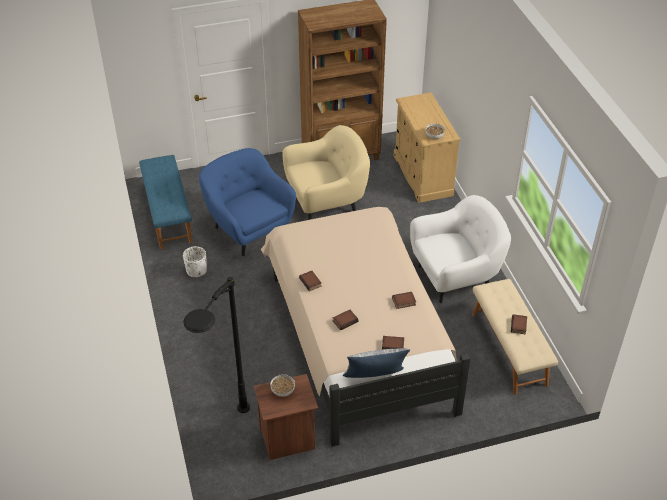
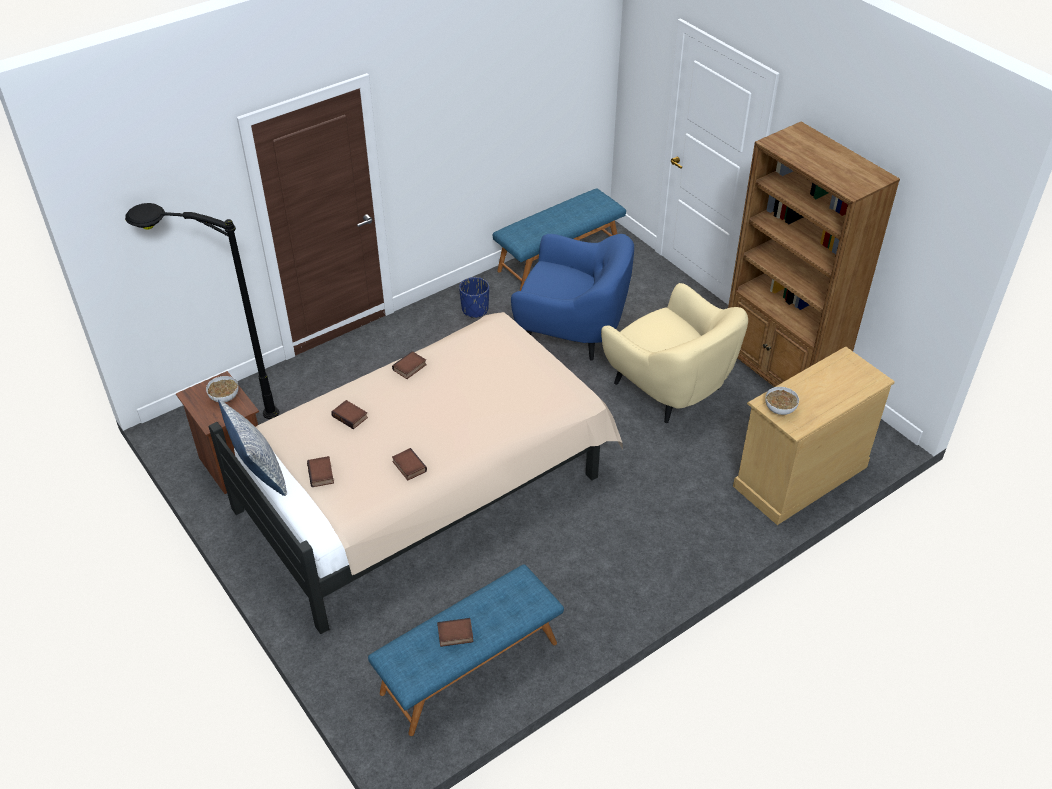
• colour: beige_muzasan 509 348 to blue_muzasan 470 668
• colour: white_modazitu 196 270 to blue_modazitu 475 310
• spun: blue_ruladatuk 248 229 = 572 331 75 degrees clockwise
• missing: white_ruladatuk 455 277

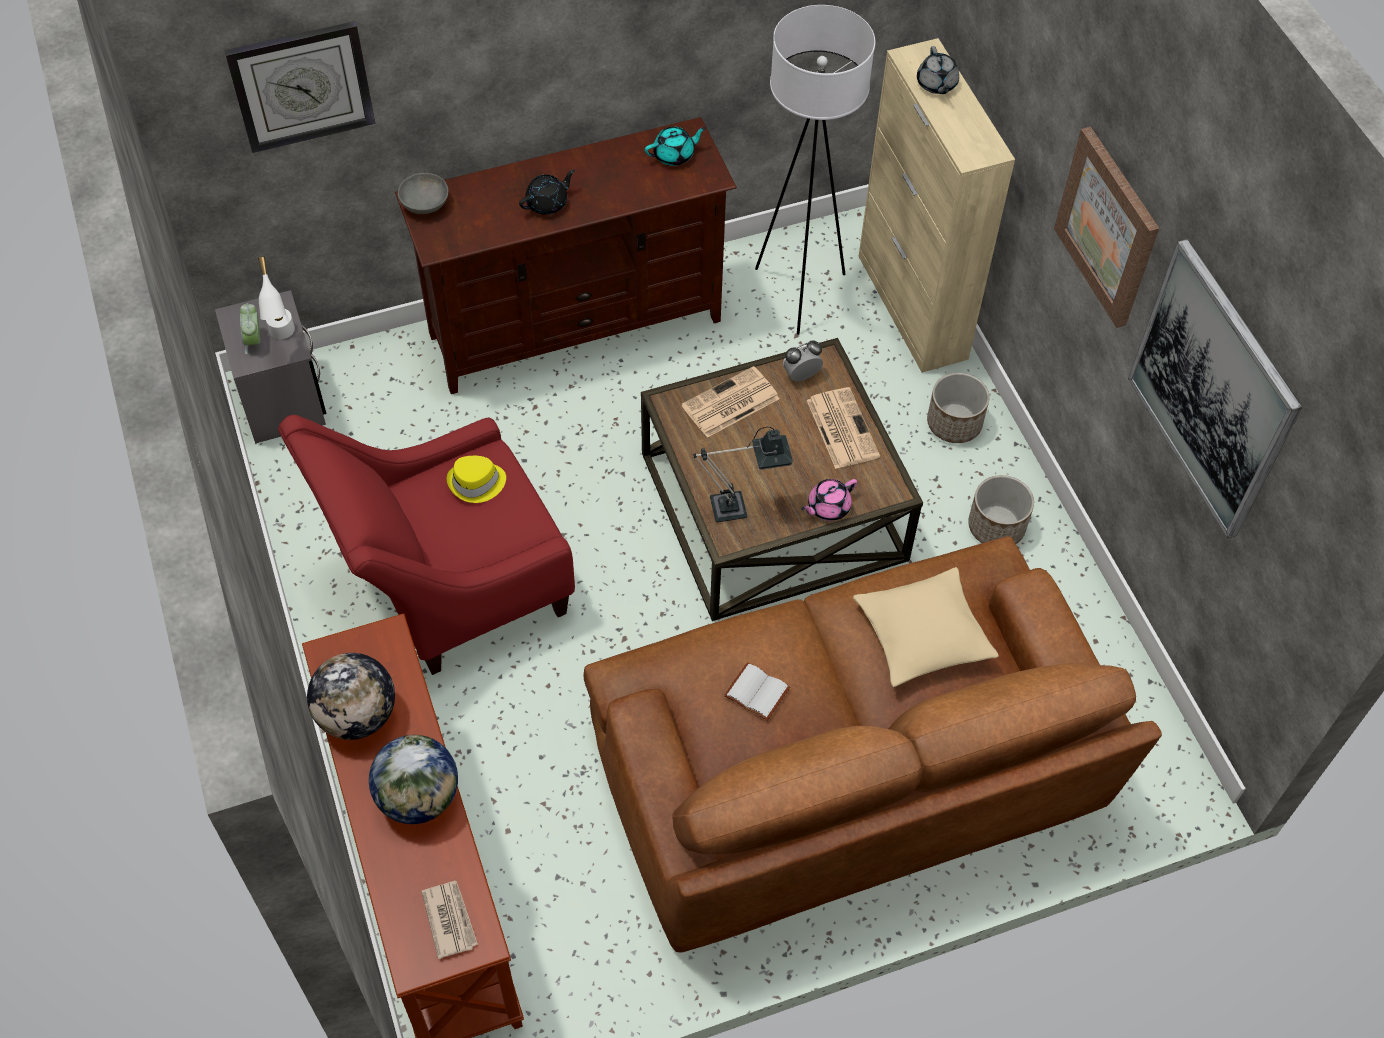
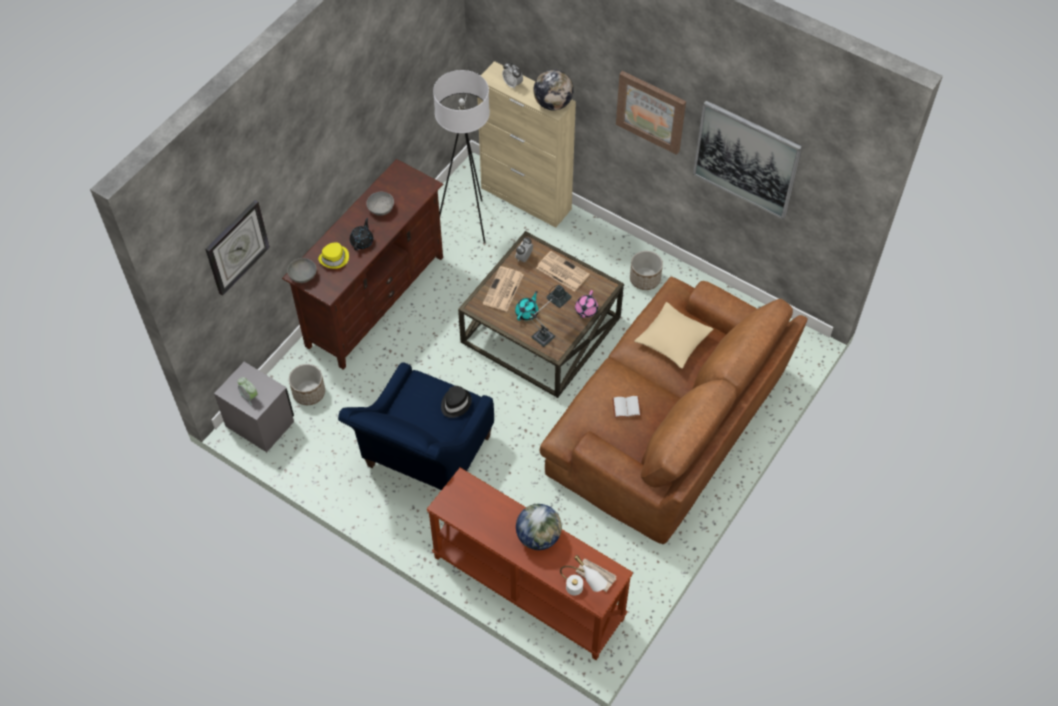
• relocated: modazitu 953 423 to 308 392
• relocated: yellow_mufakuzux 476 483 to 334 258
• colour: red_ruladatuk 448 587 to blue_ruladatuk 424 459
• appeared: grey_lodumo 381 208
• appeared: black_mufakuzux 455 403
• exchanged: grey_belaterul 936 84 to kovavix 512 84
• relocated: turquoise_belaterul 674 155 to 527 312
• relocated: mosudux 357 715 to 553 103
• relocated: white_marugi 283 339 to 581 592

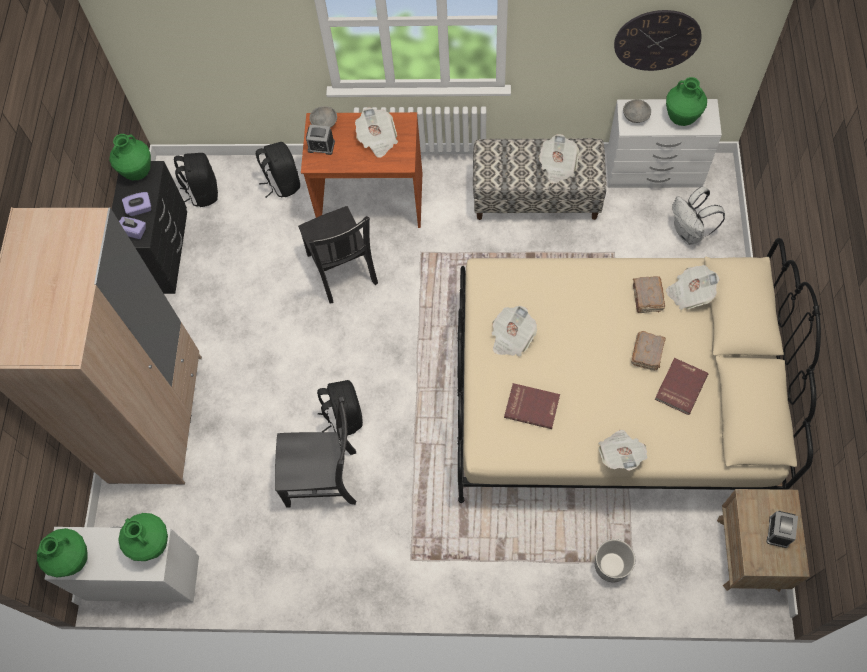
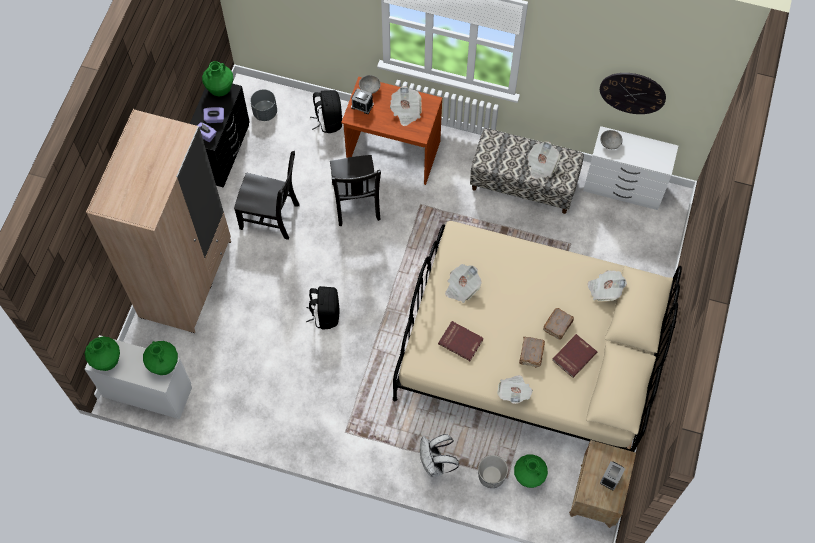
• relocated: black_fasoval 324 478 to 272 217
• exchanged: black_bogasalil 203 192 to grey_modazitu 265 112
• relocated: white_bogasalil 689 233 to 435 464
• relocated: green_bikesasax 681 118 to 529 477
• relocated: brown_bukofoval 647 298 to 531 354

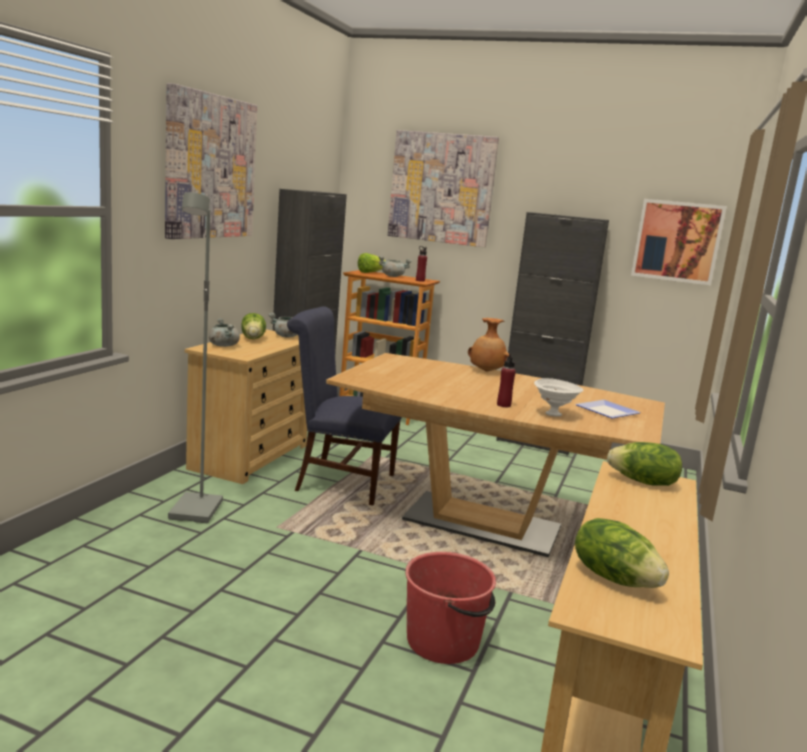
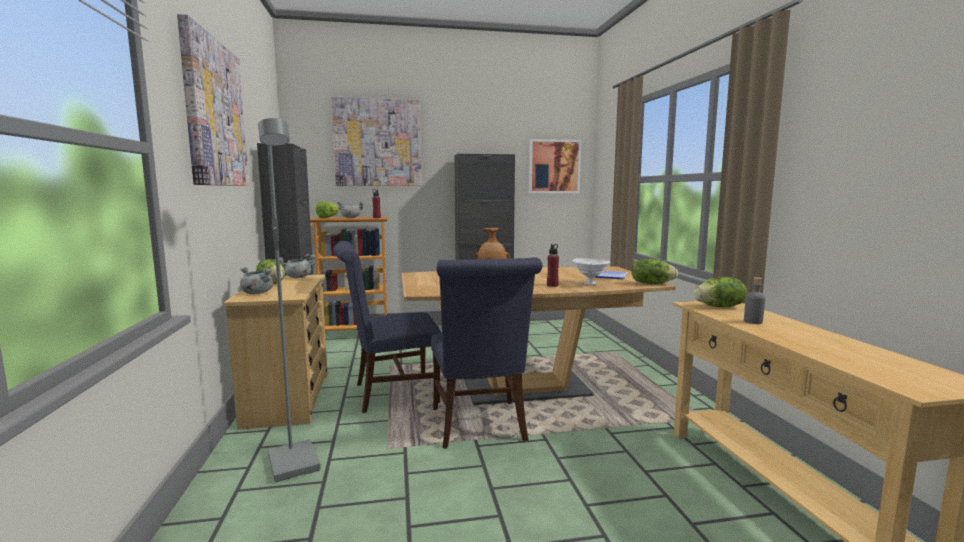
• appeared: blue_fasoval 480 427
• relocated: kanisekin 614 578 to 651 284
• appeared: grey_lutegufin 753 322
• missing: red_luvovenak 444 642

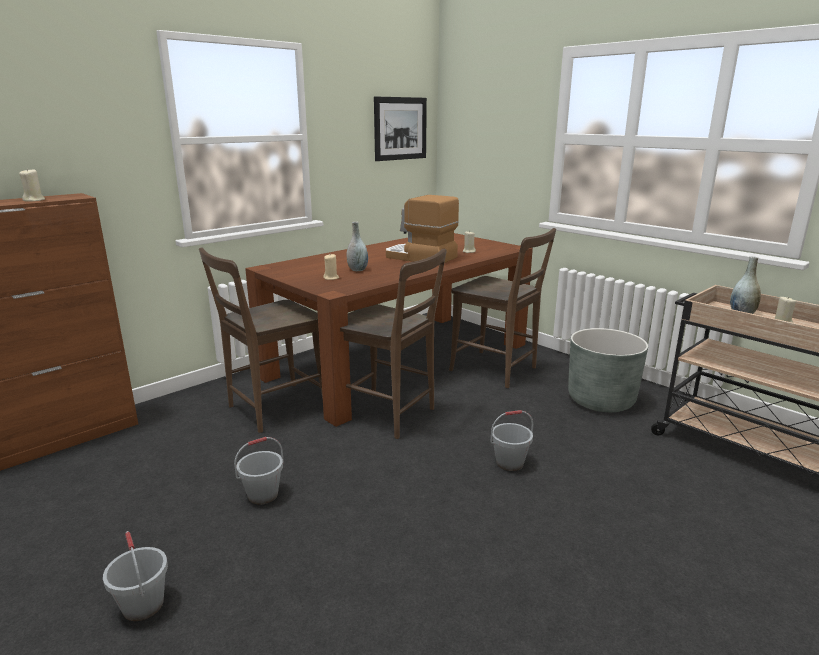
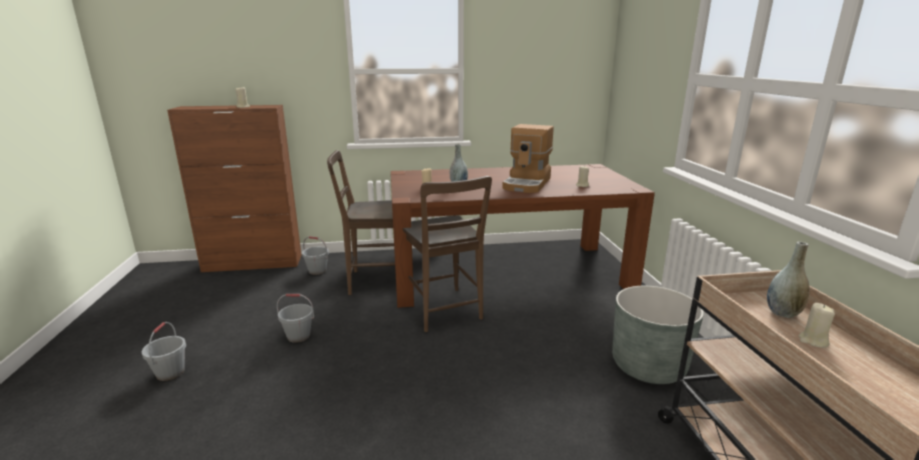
• relocated: grey_luvovenak 509 463 to 317 271
• spun: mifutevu 420 257 = 527 183 135 degrees counterclockwise
• missing: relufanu 400 128
• missing: brown_fasoval 497 370

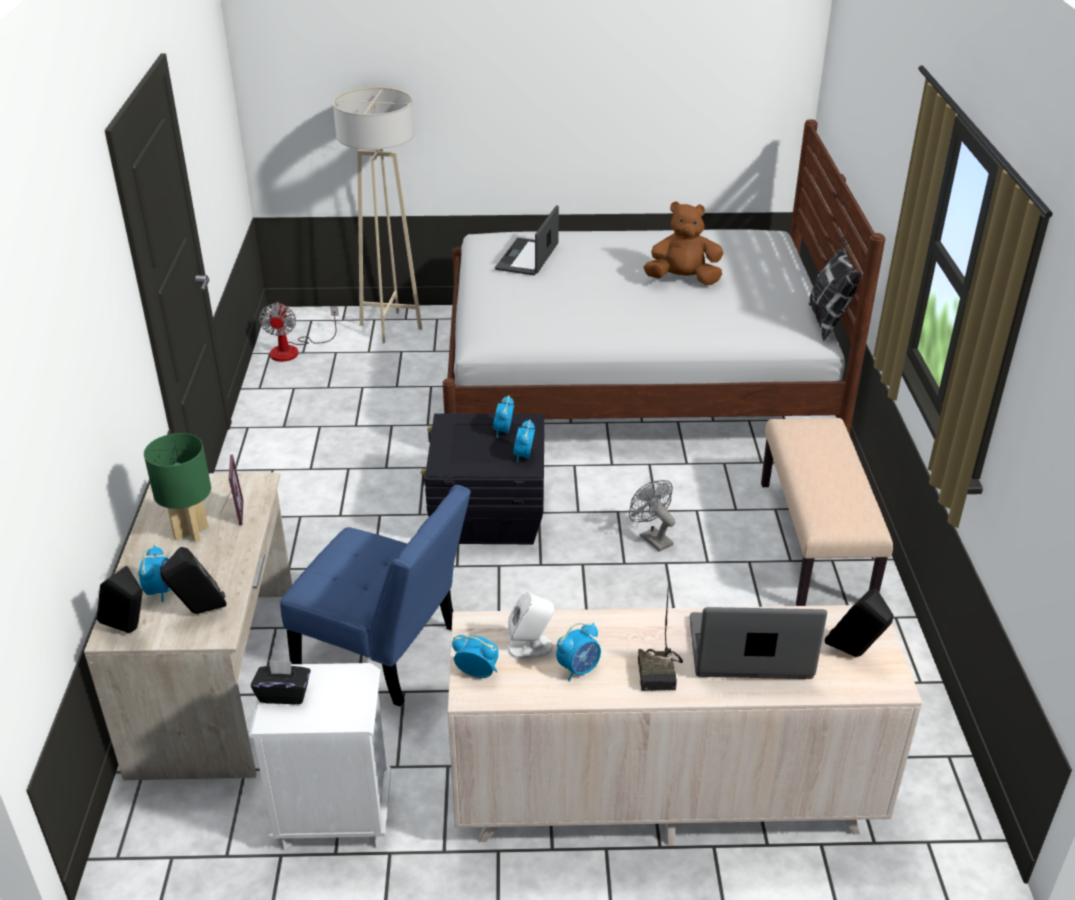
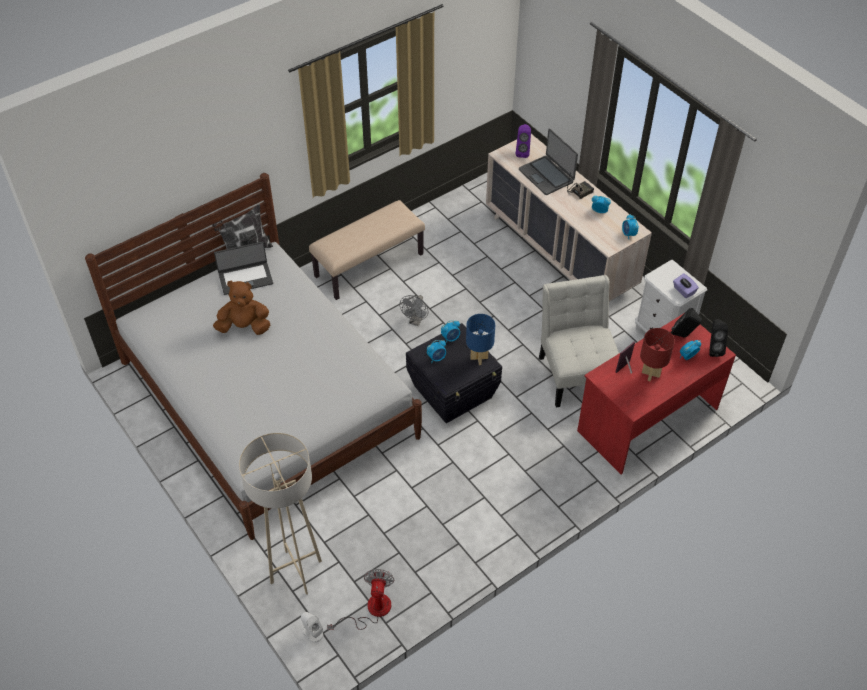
• spun: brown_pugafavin 683 279 = 244 327 120 degrees clockwise
• relocated: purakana 528 257 to 245 278
• relocated: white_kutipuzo 530 647 to 312 632
• spun: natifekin 293 350 = 371 610 45 degrees counterclockwise
• appeared: blue_marugi 479 358
• colour: black_kutipuzo 854 654 to purple_kutipuzo 522 152
• colour: blue_fasoval 384 651 to white_fasoval 576 372
• colour: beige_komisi 218 679 to red_komisi 647 419
• colour: green_marugi 190 532 to red_marugi 651 374
• colour: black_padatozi 284 694 to purple_padatozi 683 291

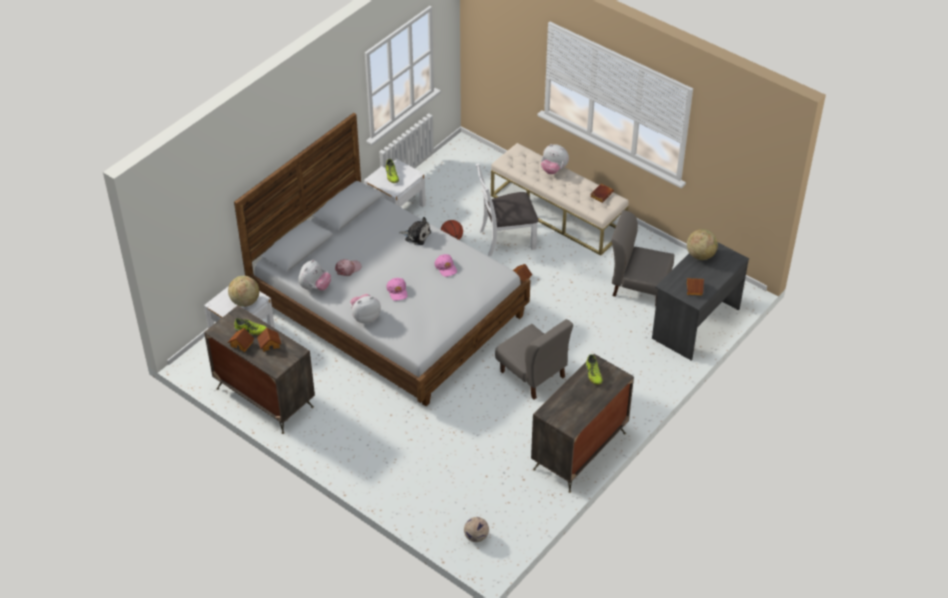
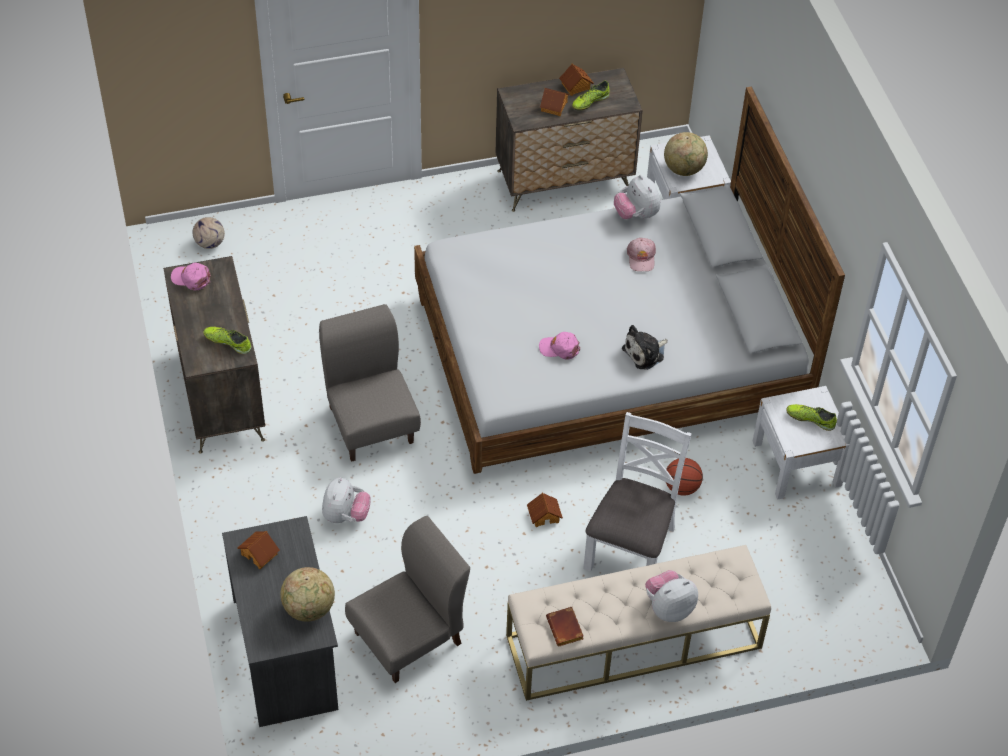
• relocated: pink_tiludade 397 291 to 191 278
• spun: grey_fasoval 532 374 = 371 423 75 degrees clockwise
• relocated: pugafavin 365 317 to 345 515

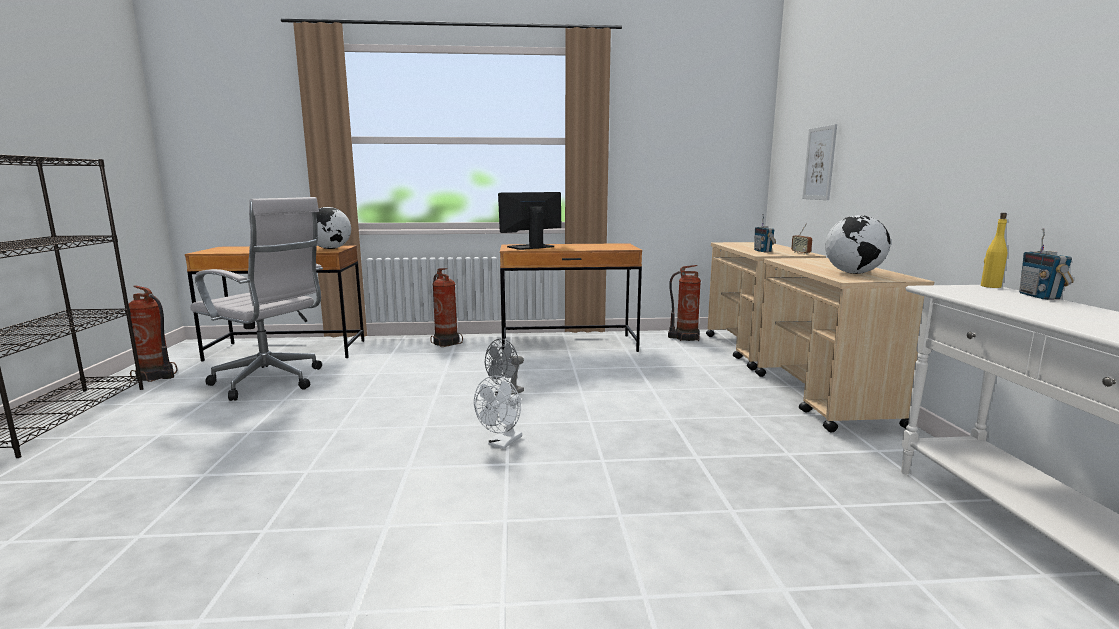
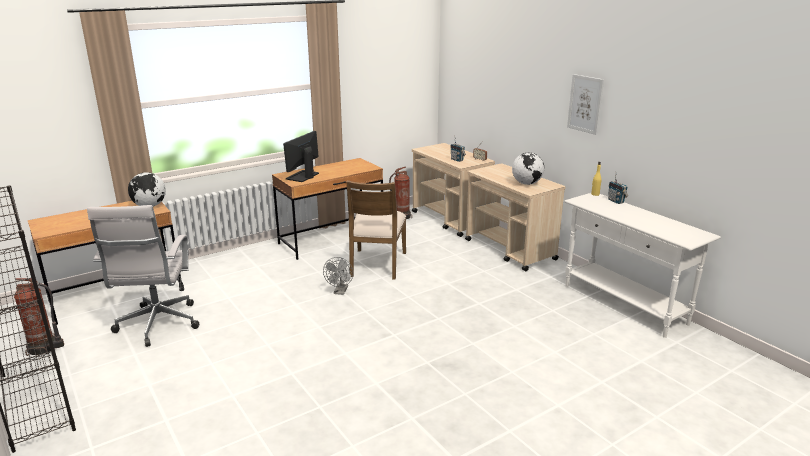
• spun: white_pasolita 271 382 = 157 326 90 degrees clockwise
• appeared: brown_fasoval 377 264
• relocated: relufanu 819 163 to 585 104
• missing: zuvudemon 446 342
• missing: white_natifekin 502 443

